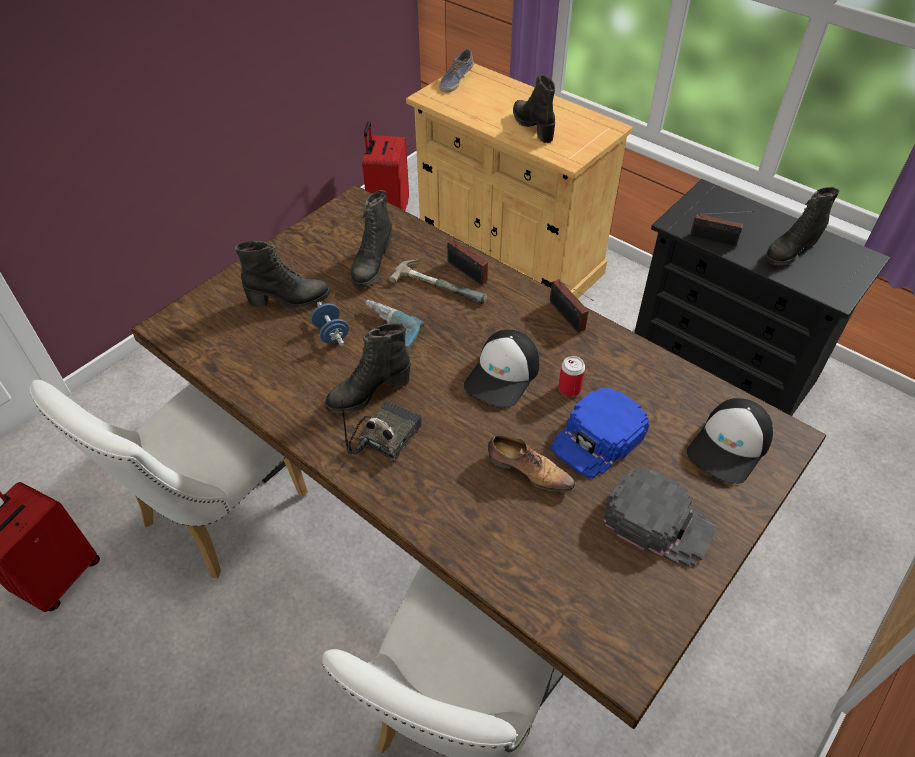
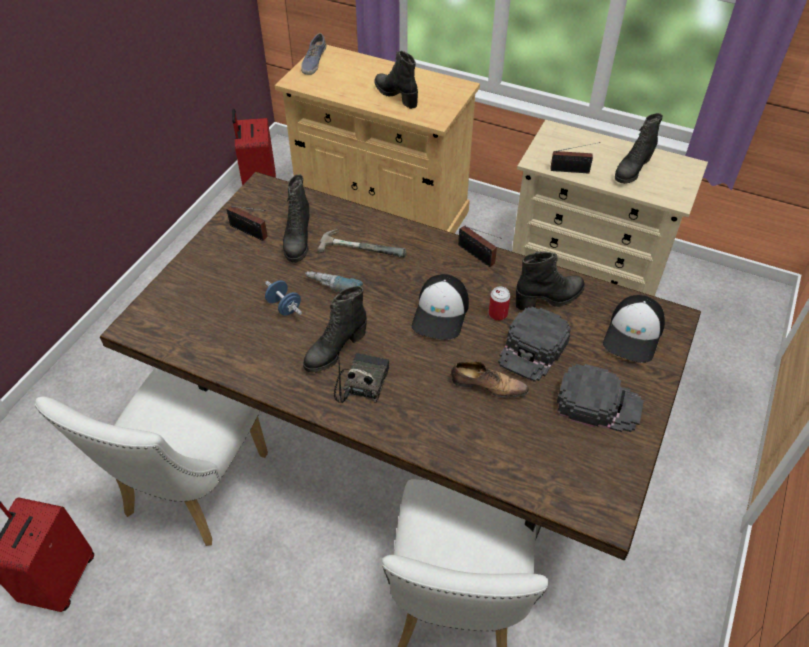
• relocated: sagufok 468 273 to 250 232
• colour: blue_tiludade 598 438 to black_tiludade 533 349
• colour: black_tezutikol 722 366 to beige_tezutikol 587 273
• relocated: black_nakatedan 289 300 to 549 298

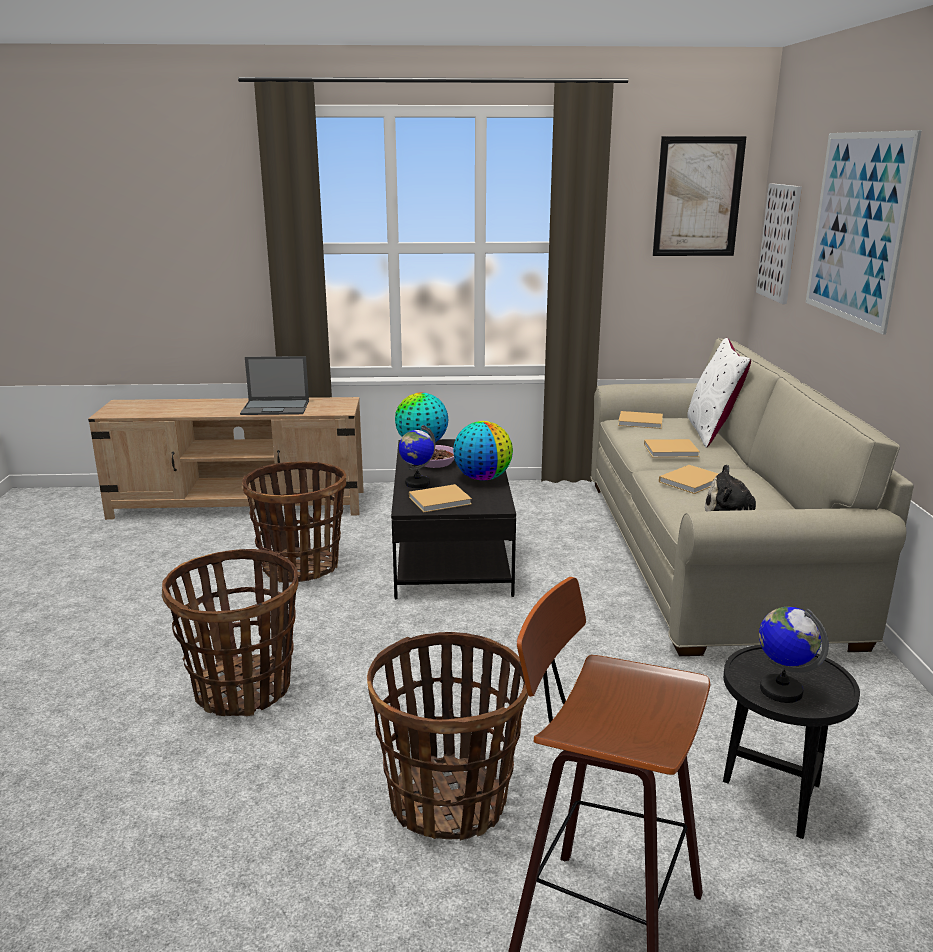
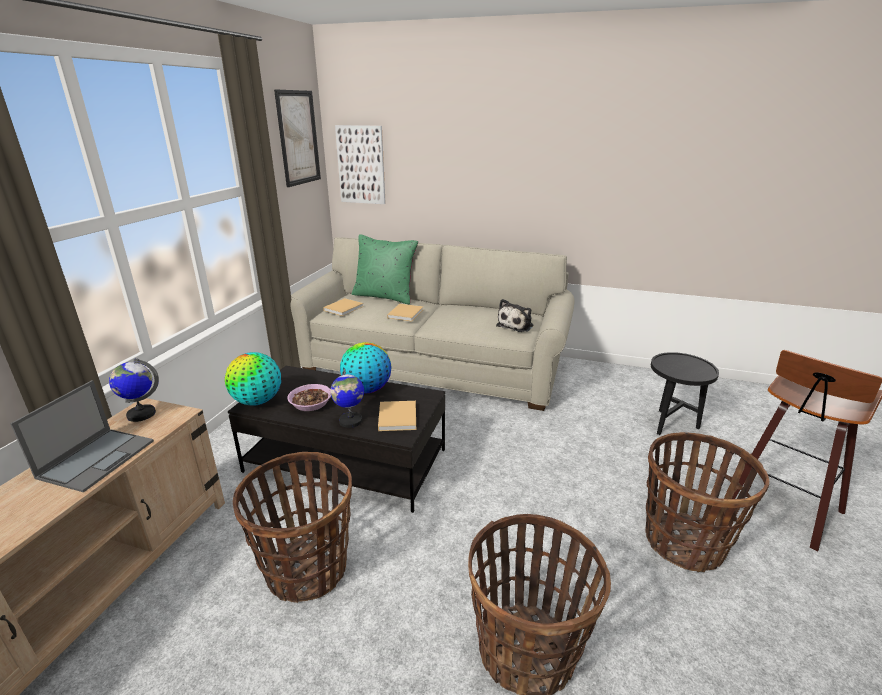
• relocated: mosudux 781 690 to 141 414
• colour: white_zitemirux 712 432 to green_zitemirux 385 296
• missing: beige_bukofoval 692 481
• missing: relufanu 857 227

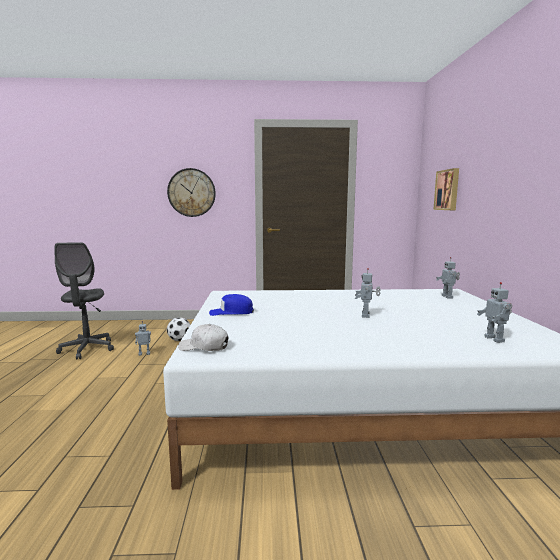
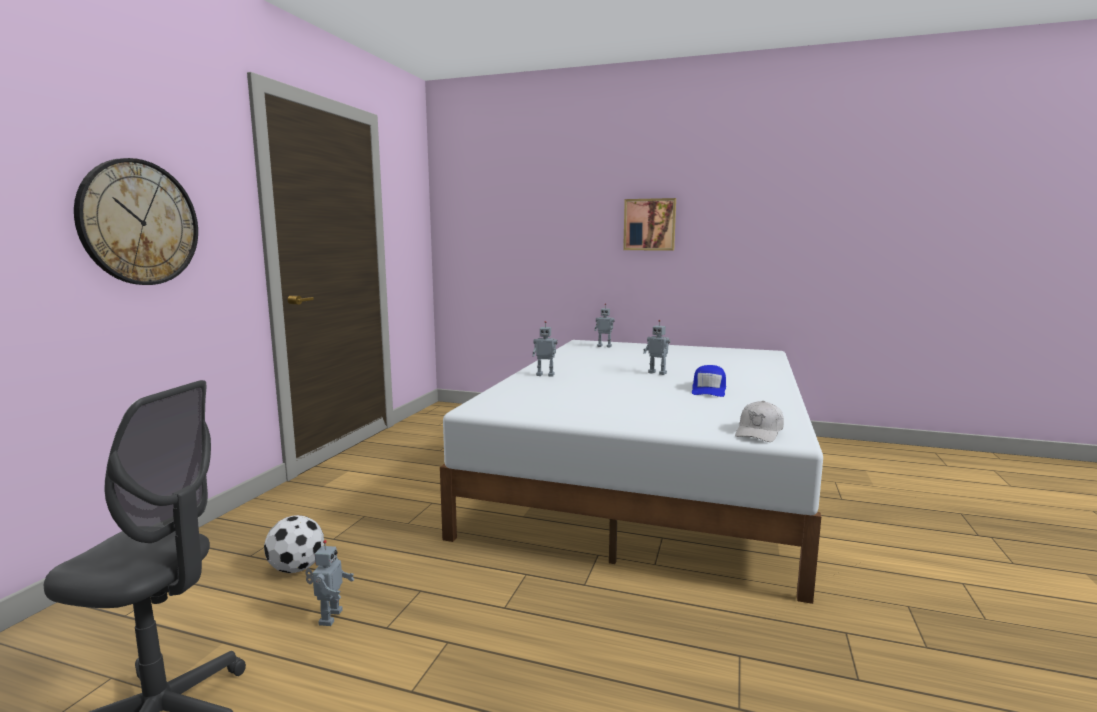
• relocated: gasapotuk 495 339 to 545 375
• relocated: relufanu 448 190 to 649 224
• relocated: blue_tiludade 231 312 to 709 389

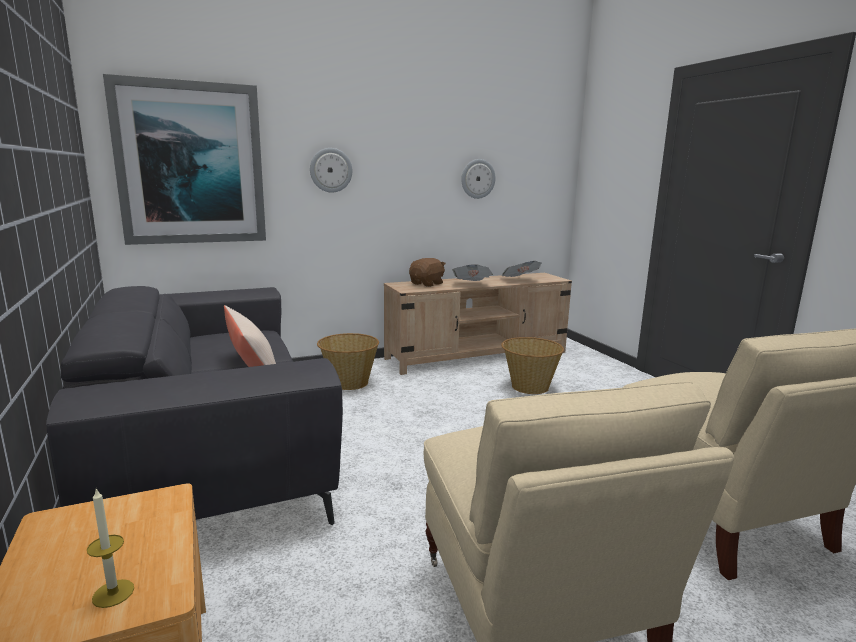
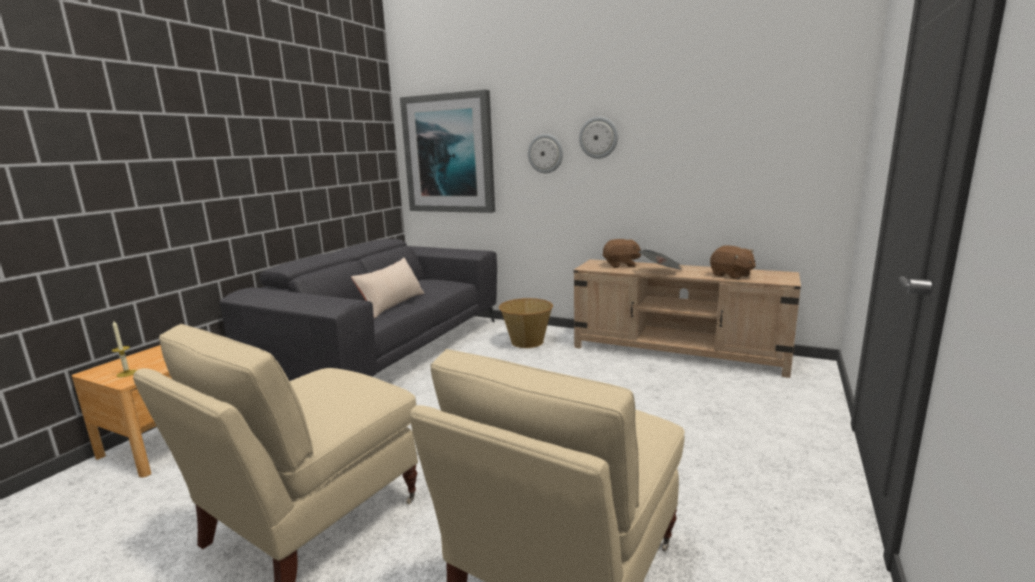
• relocated: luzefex 477 178 to 598 137
• exchanged: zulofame 520 280 to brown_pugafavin 731 275
• missing: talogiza 529 387

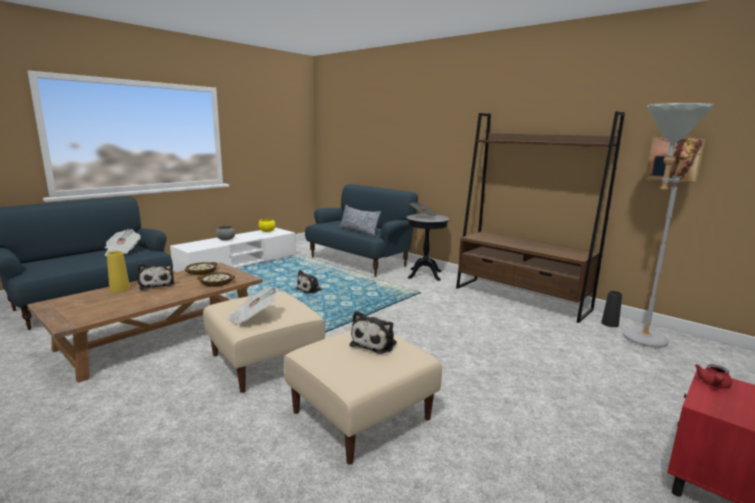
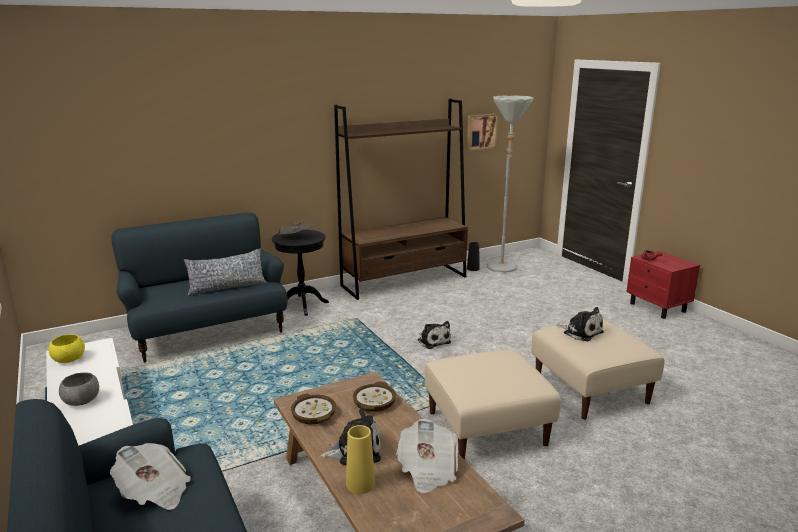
• relocated: zulofame 252 318 to 427 470
• relocated: pugafavin 310 289 to 433 341

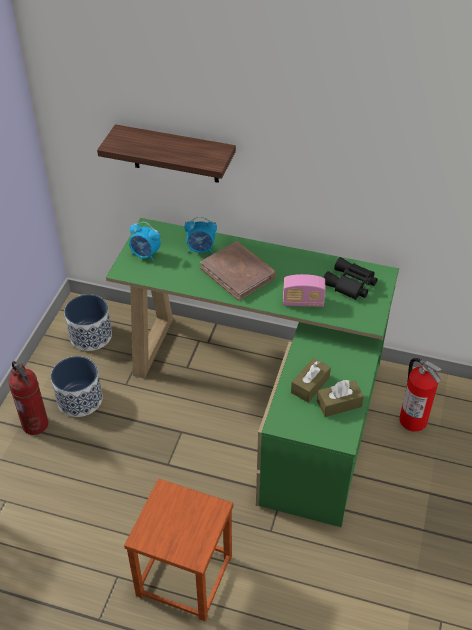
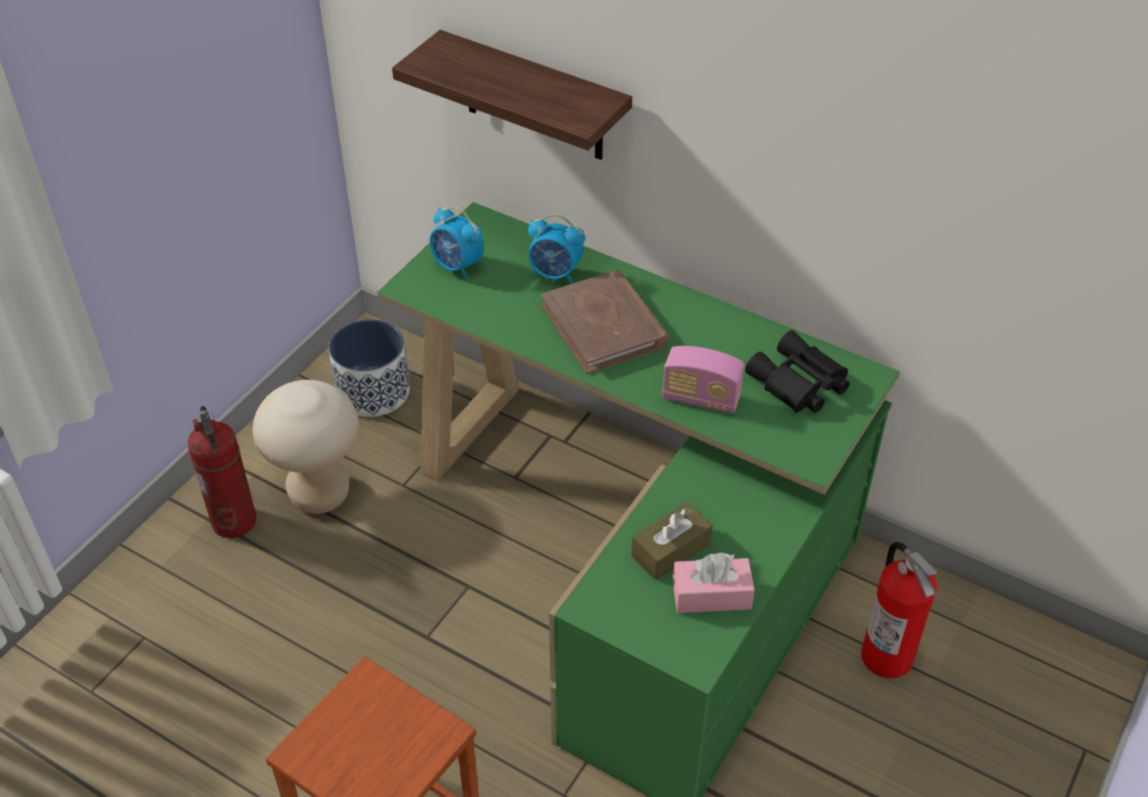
• exchanged: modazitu 80 399 to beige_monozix 319 494
• colour: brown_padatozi 339 404 to pink_padatozi 711 595

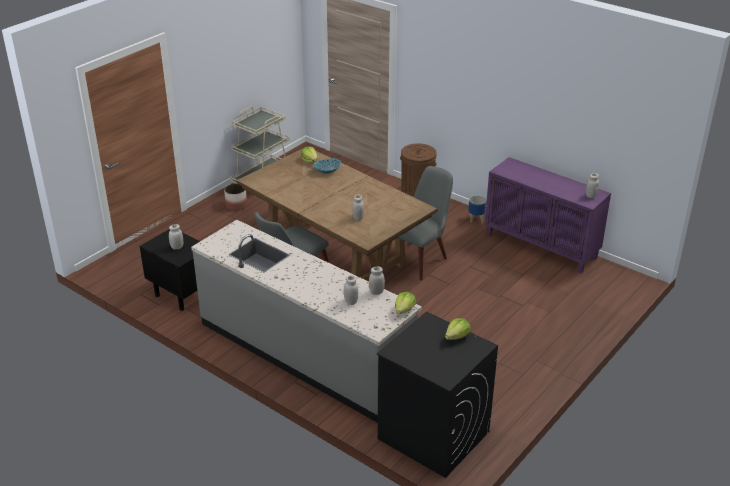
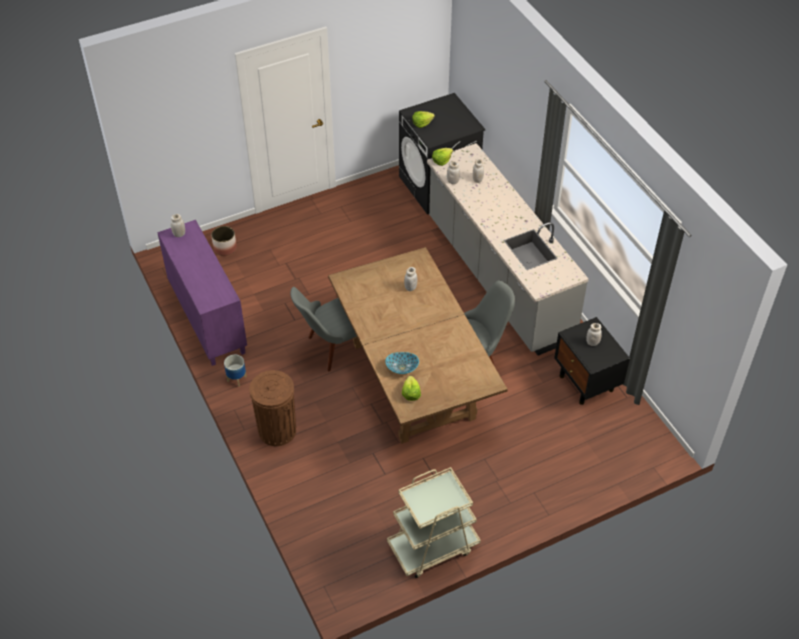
• relocated: modazitu 236 205 to 225 248

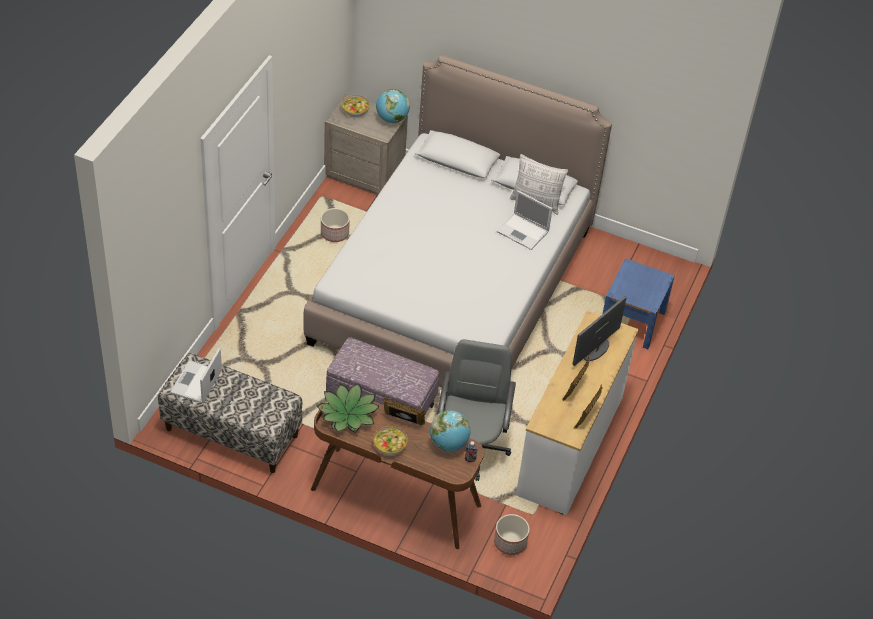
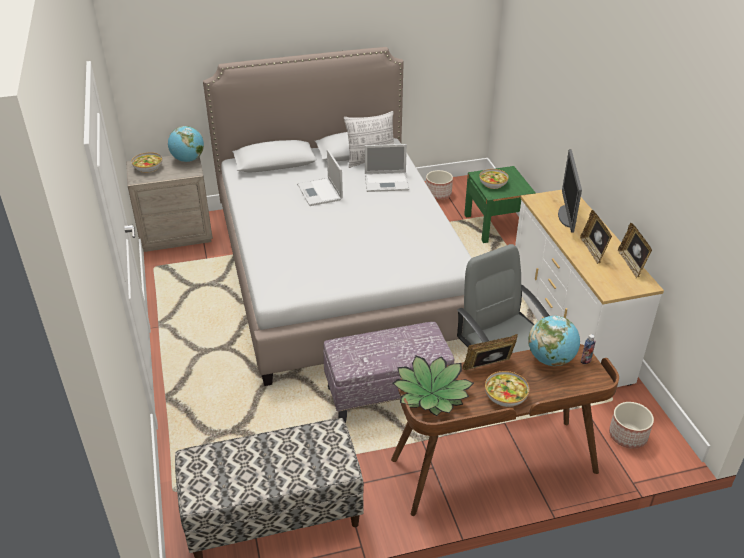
• relocated: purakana 196 383 to 320 193
• relocated: modazitu 335 233 to 438 194
• colour: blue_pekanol 632 321 to green_pekanol 496 225
• appeared: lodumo 493 184

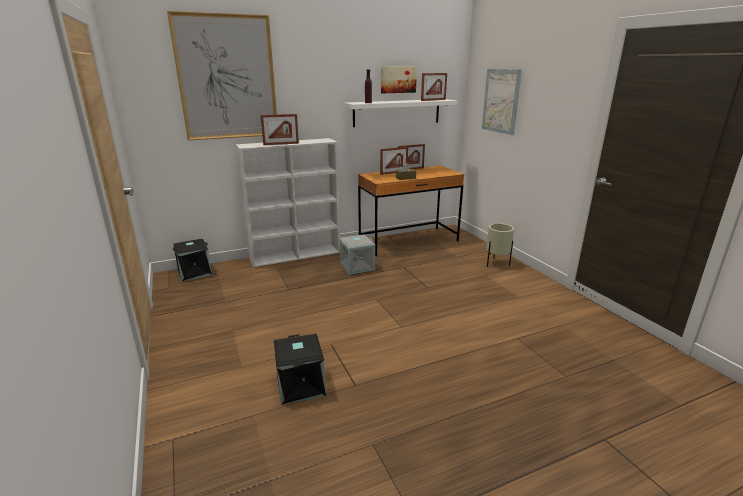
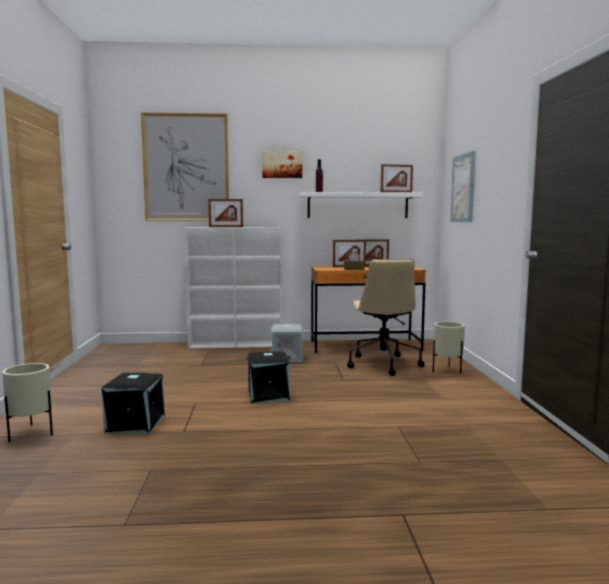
• appeared: beige_modazitu 30 434
• relocated: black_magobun 195 272 to 268 394
• relocated: relufanu 398 79 to 282 164
• appeared: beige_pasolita 382 364

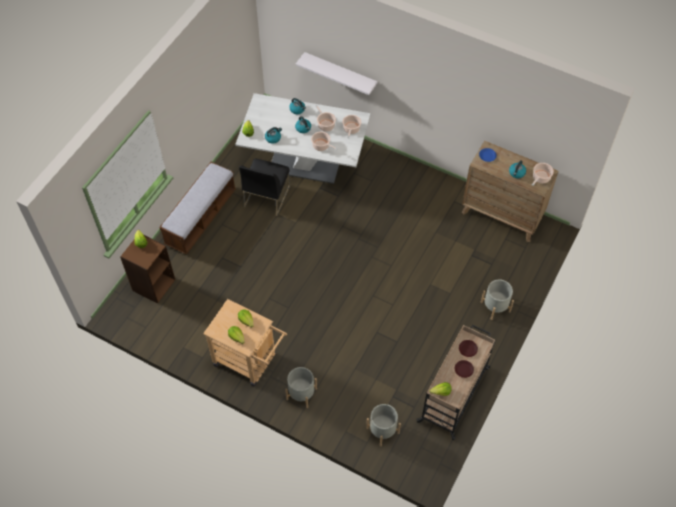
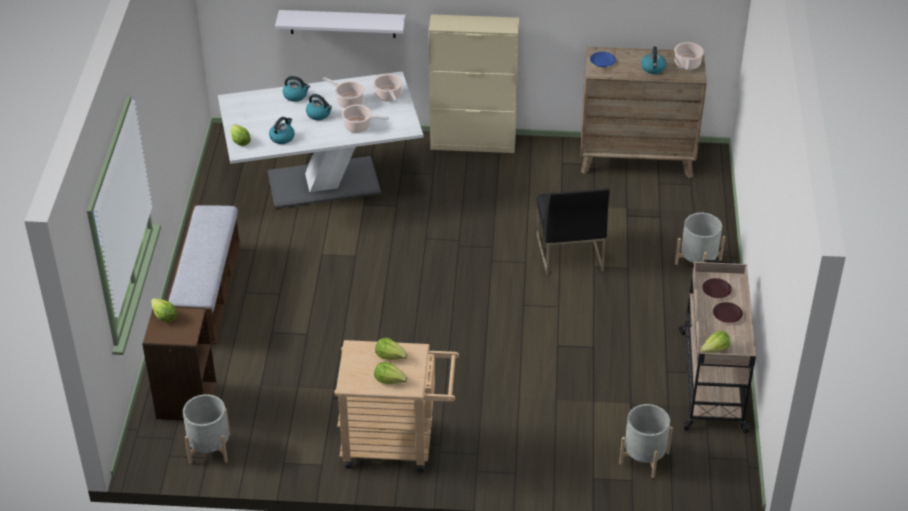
• relocated: grey_modazitu 301 394 to 209 448
• appeared: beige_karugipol 473 143
• relocated: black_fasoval 266 196 to 568 252

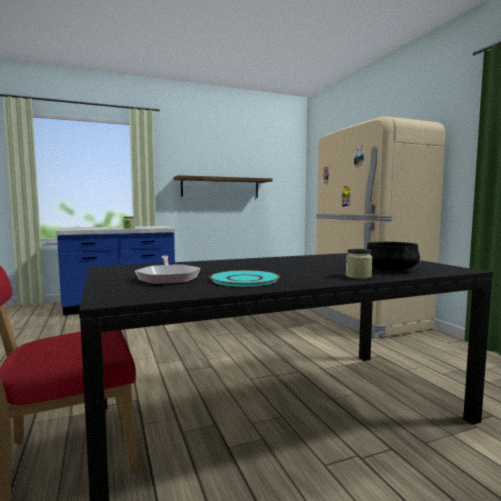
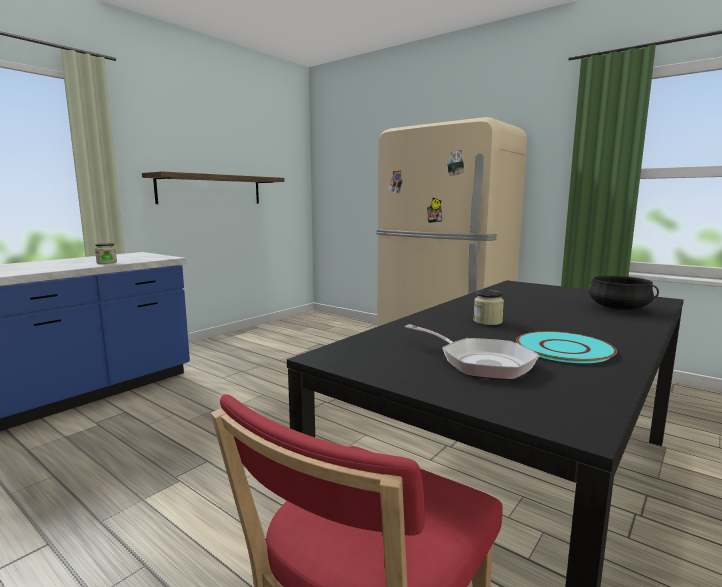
• relocated: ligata 358 276 to 487 321

